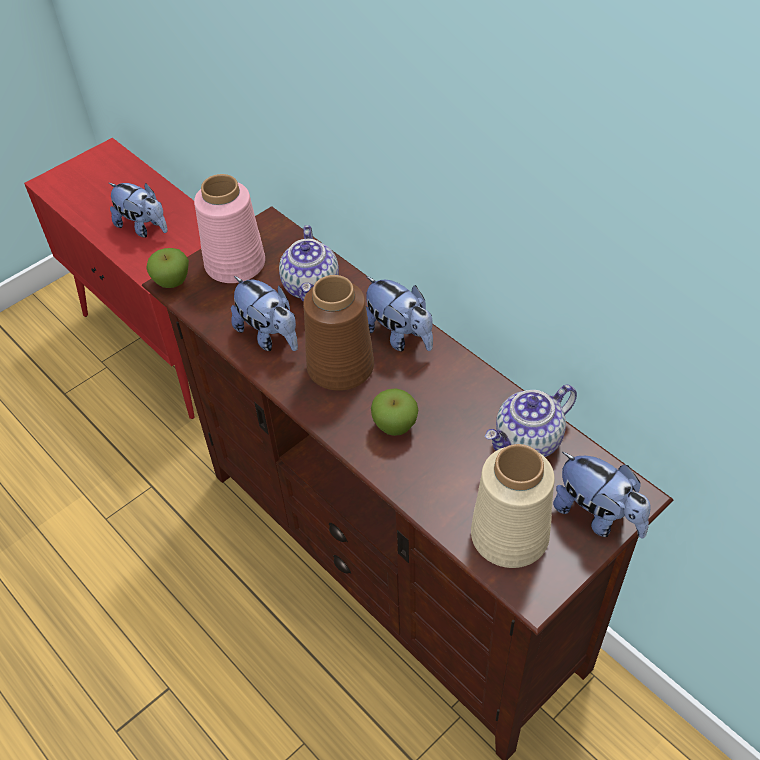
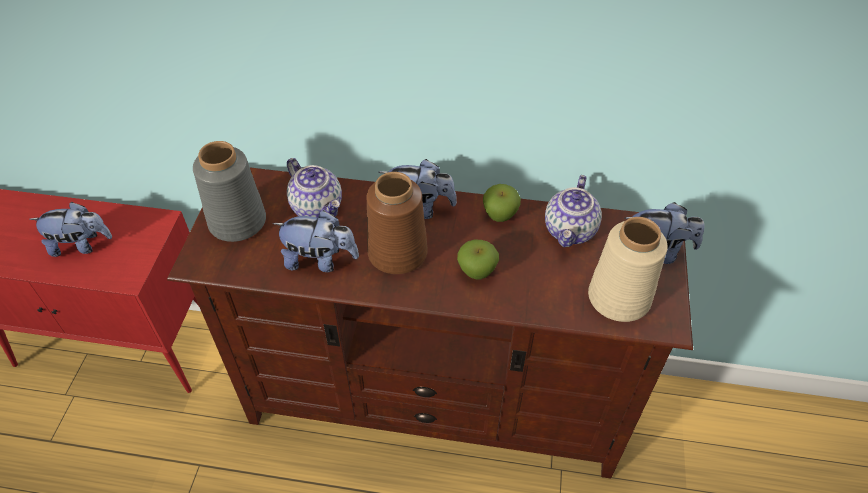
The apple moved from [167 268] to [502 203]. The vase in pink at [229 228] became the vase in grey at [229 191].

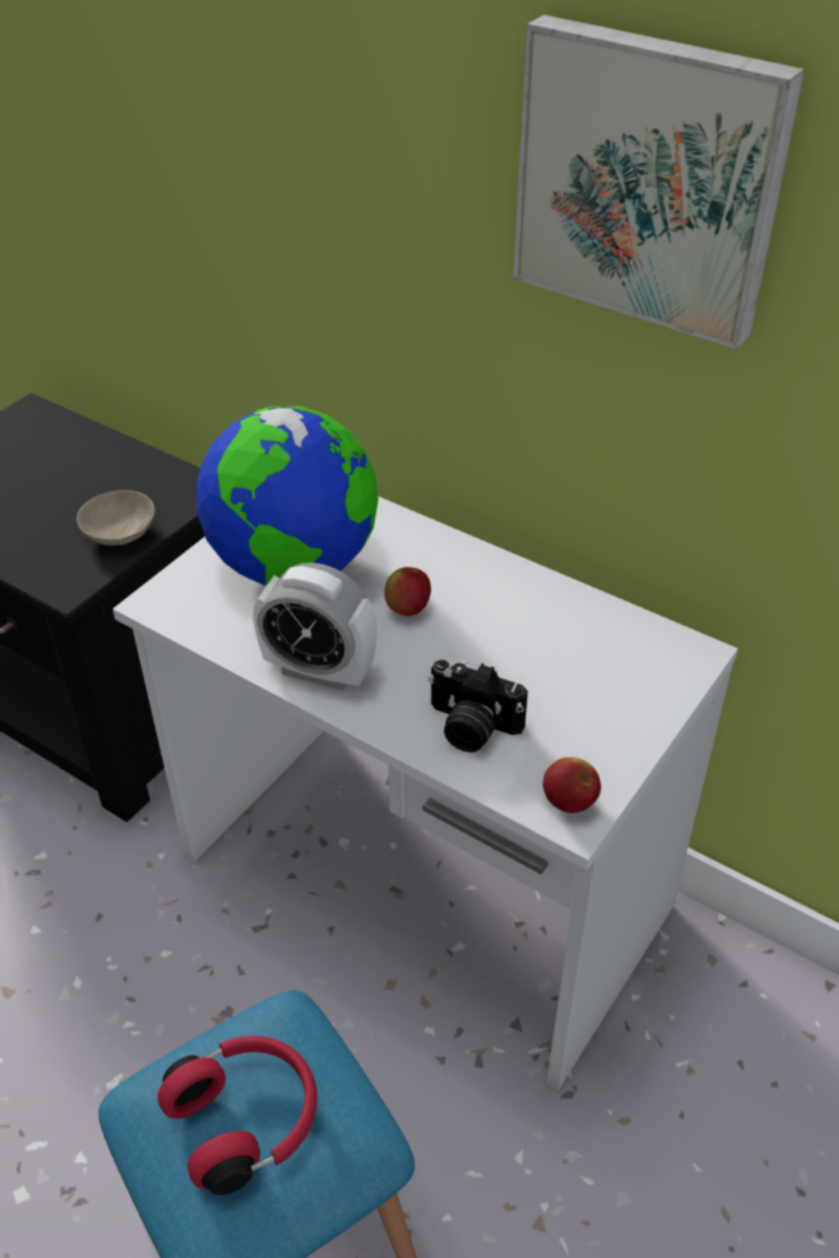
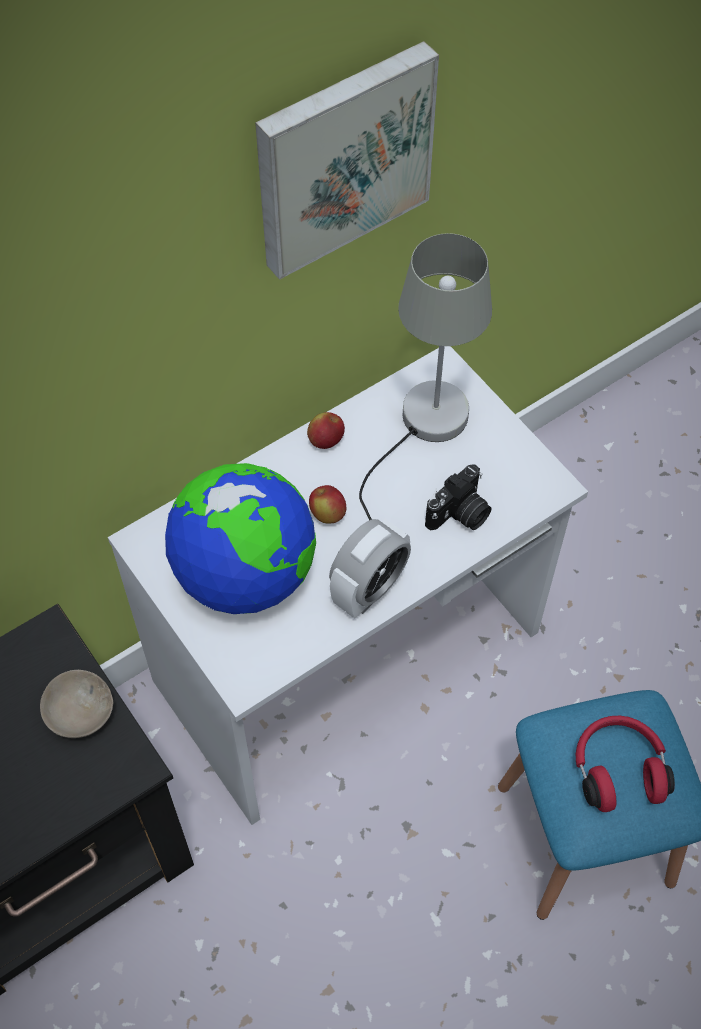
The table lamp in grey at [425 376] appeared. The apple moved from [572 785] to [326 430].

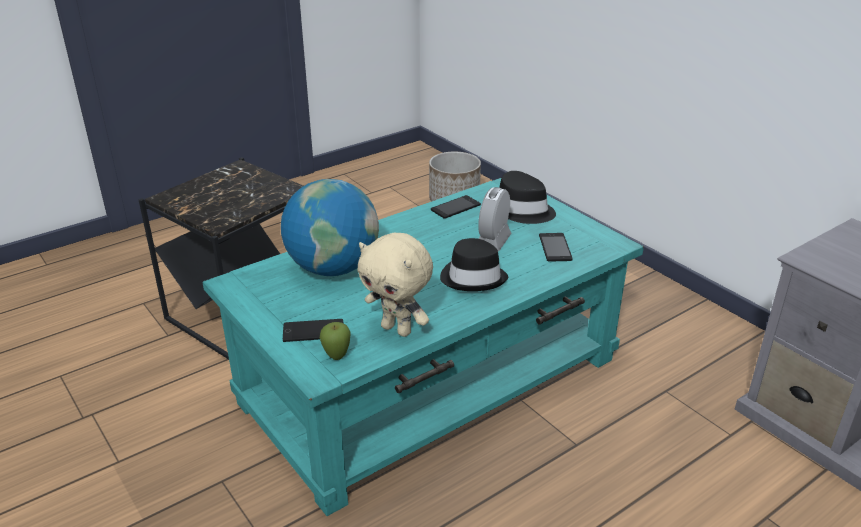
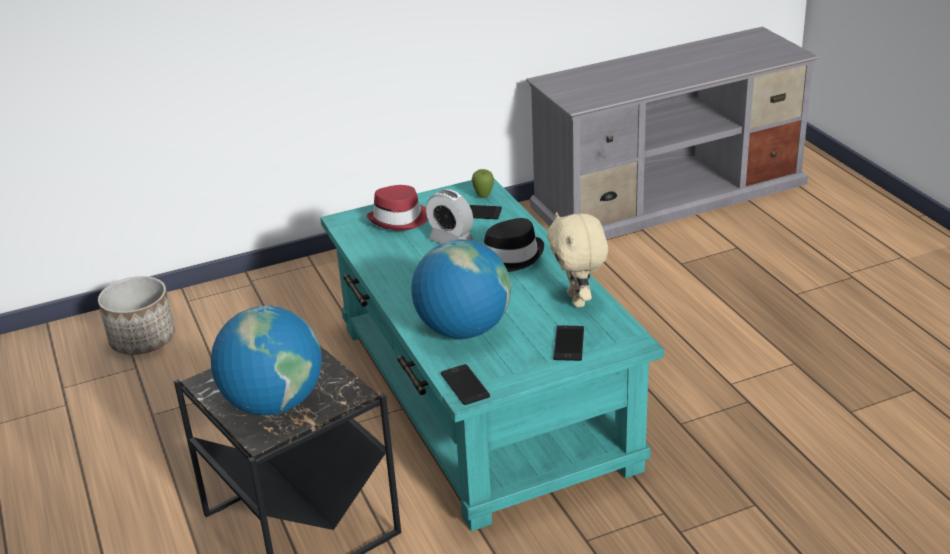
The globe at [266 360] appeared. The apple moved from [335 341] to [483 183]. The phone moved from [456 207] to [465 384]. The hat in black at [527 197] became the hat in red at [397 208]. The plush toy in beige at [395 285] turned 120 degrees clockwise.

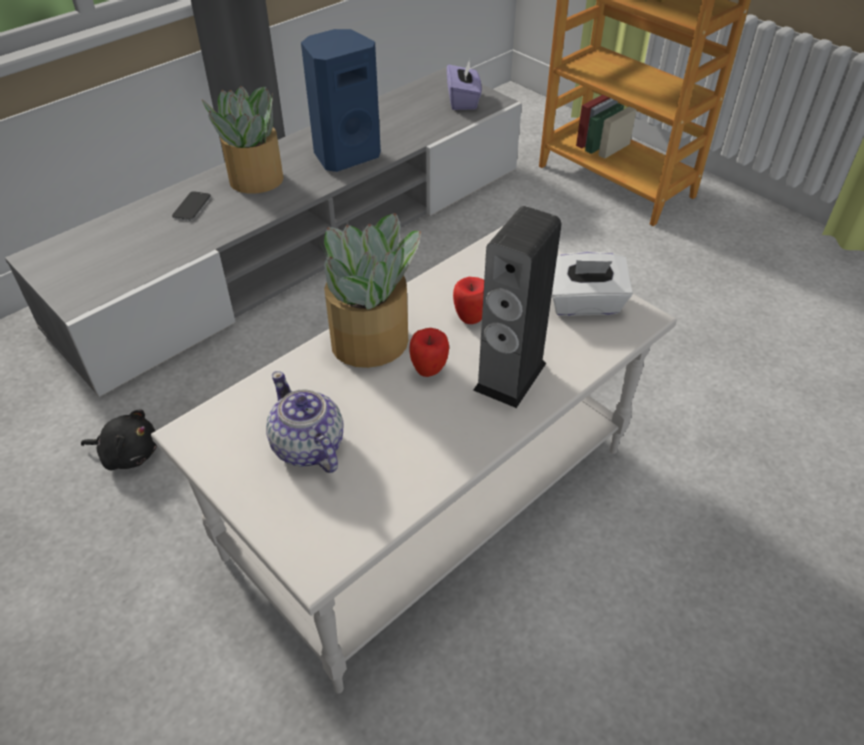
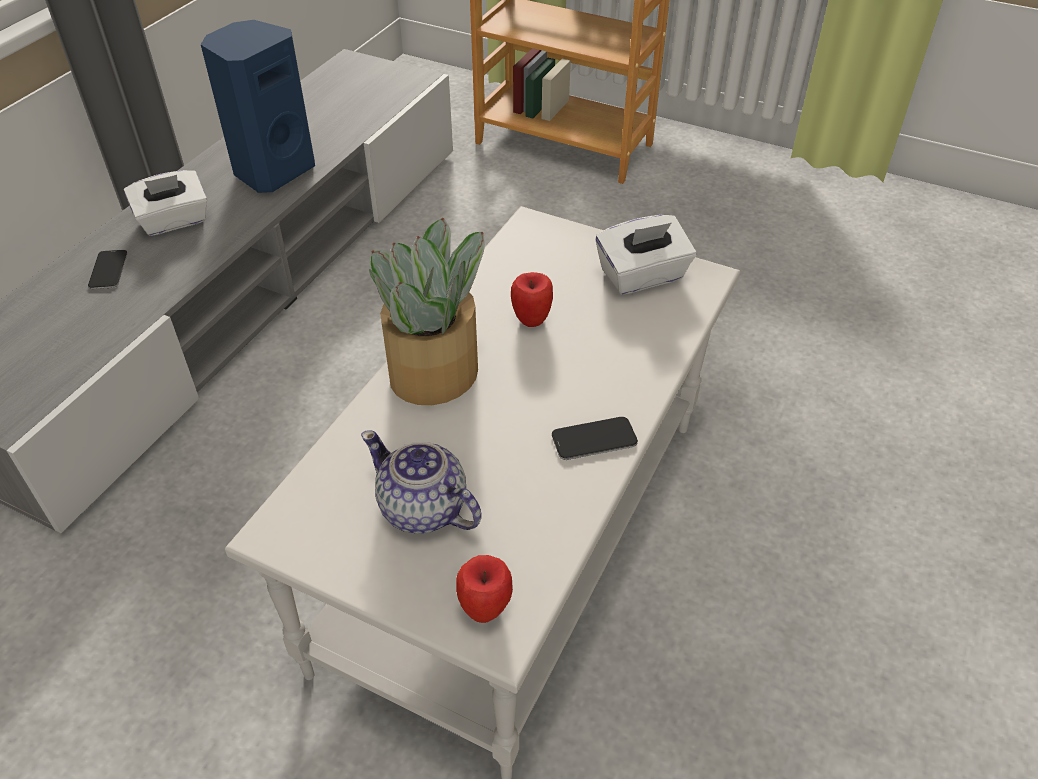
The plush toy in black at [119 440] disappeared. The tissue box in purple at [464 84] disappeared. The speaker at [517 307] disappeared. The phone at [595 438] appeared. The apple moved from [429 352] to [484 589]. The potted plant at [242 140] was replaced by the tissue box in white at [165 203].

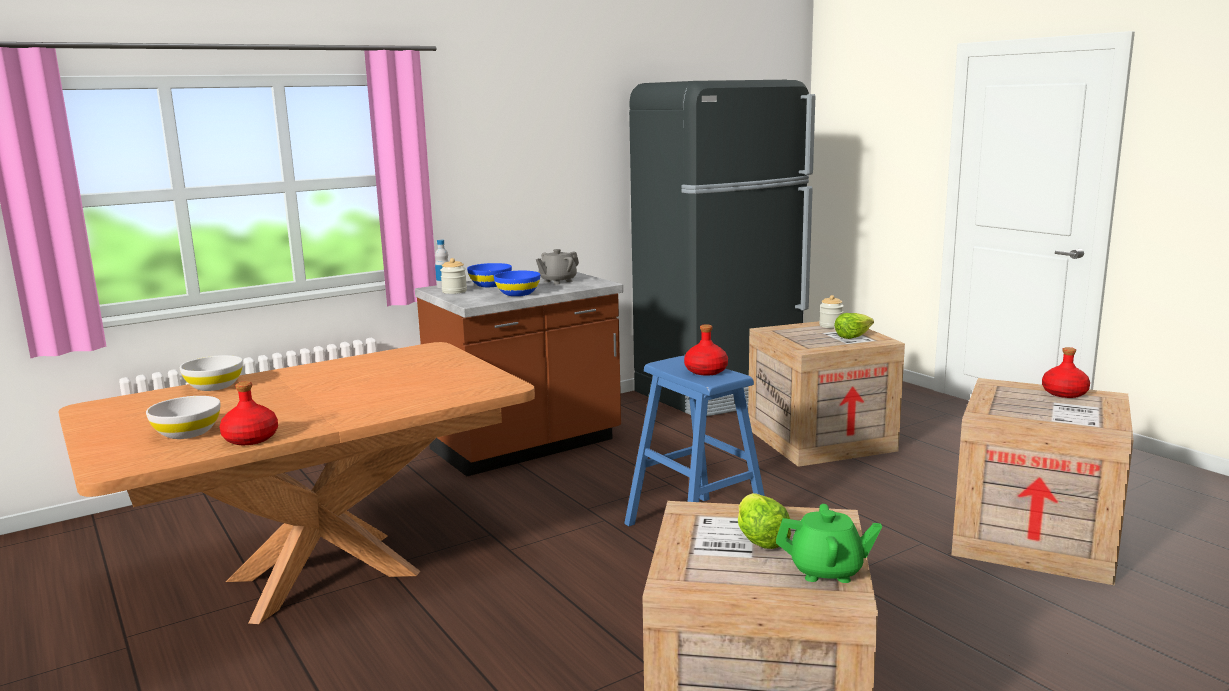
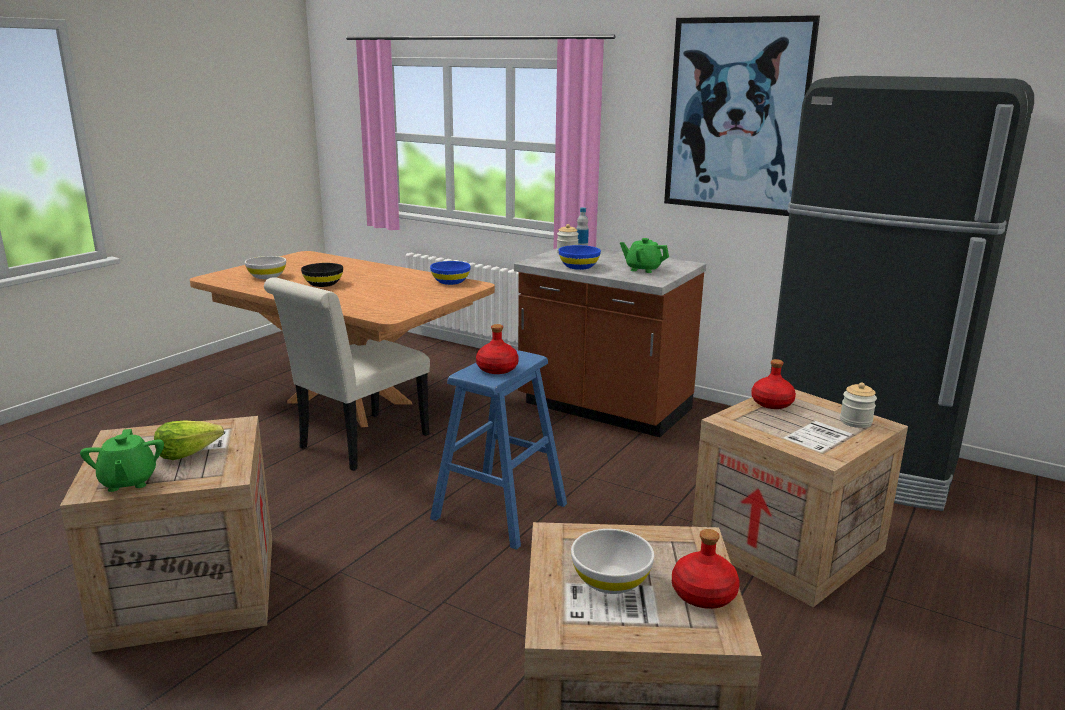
The lettuce at [854 326] disappeared. The chair in white at [347 374] appeared. The bowl in black at [322 275] appeared. The picture at [742 115] appeared. The bowl in white moved from [211 373] to [612 561]. The bottle in red moved from [249 413] to [773 384]. The bowl in blue moved from [489 275] to [450 273]. The teapot in grey at [557 266] became the teapot in green at [644 255].

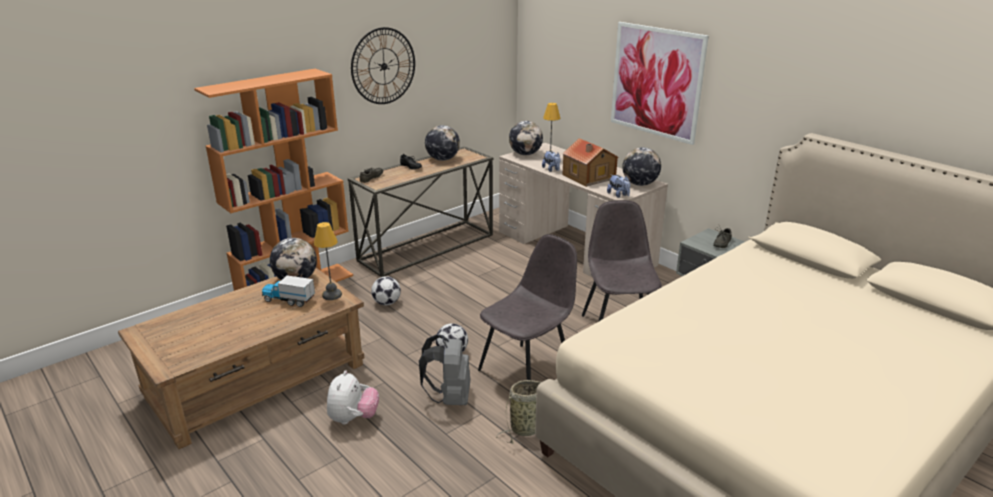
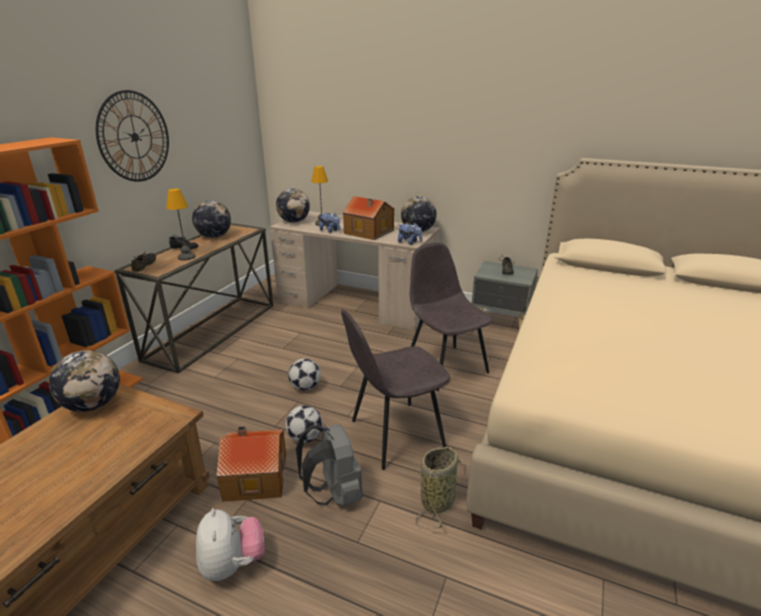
The toy truck at [288 291] disappeared. The picture at [660 83] disappeared. The toy house at [251 464] appeared. The table lamp moved from [328 261] to [181 224]. The football moved from [386 290] to [304 375]. The chair in grey at [527 307] turned 135 degrees counterclockwise.

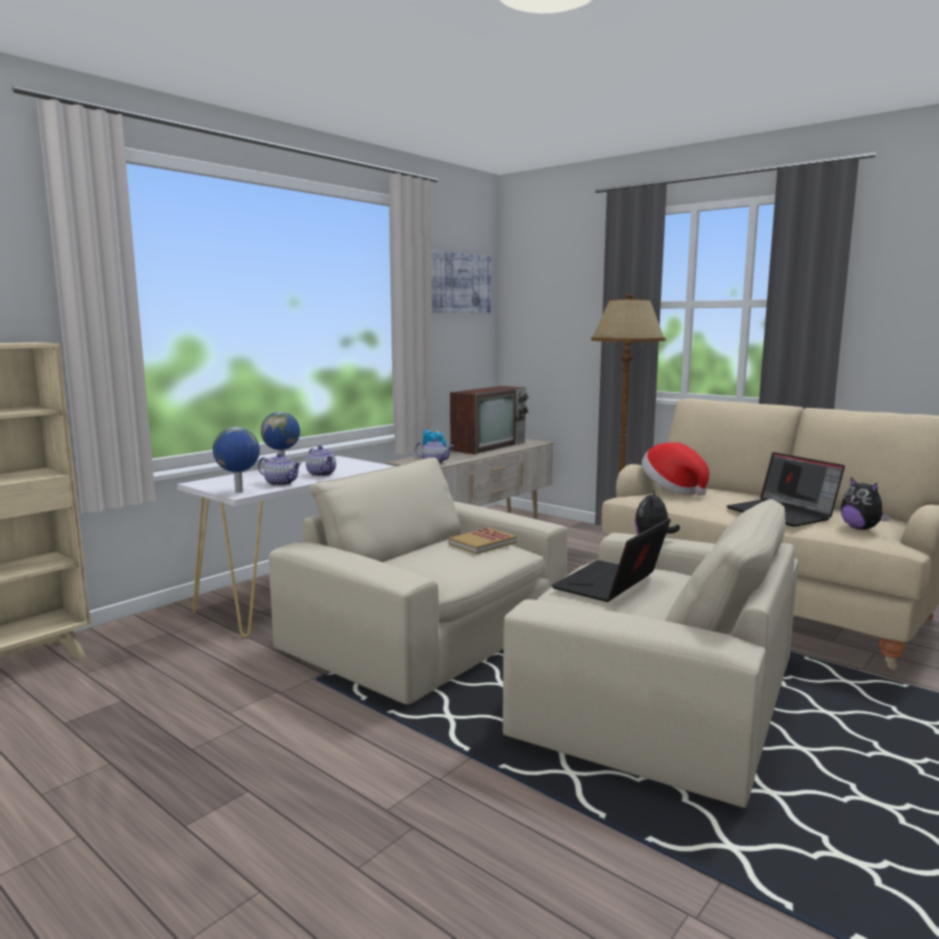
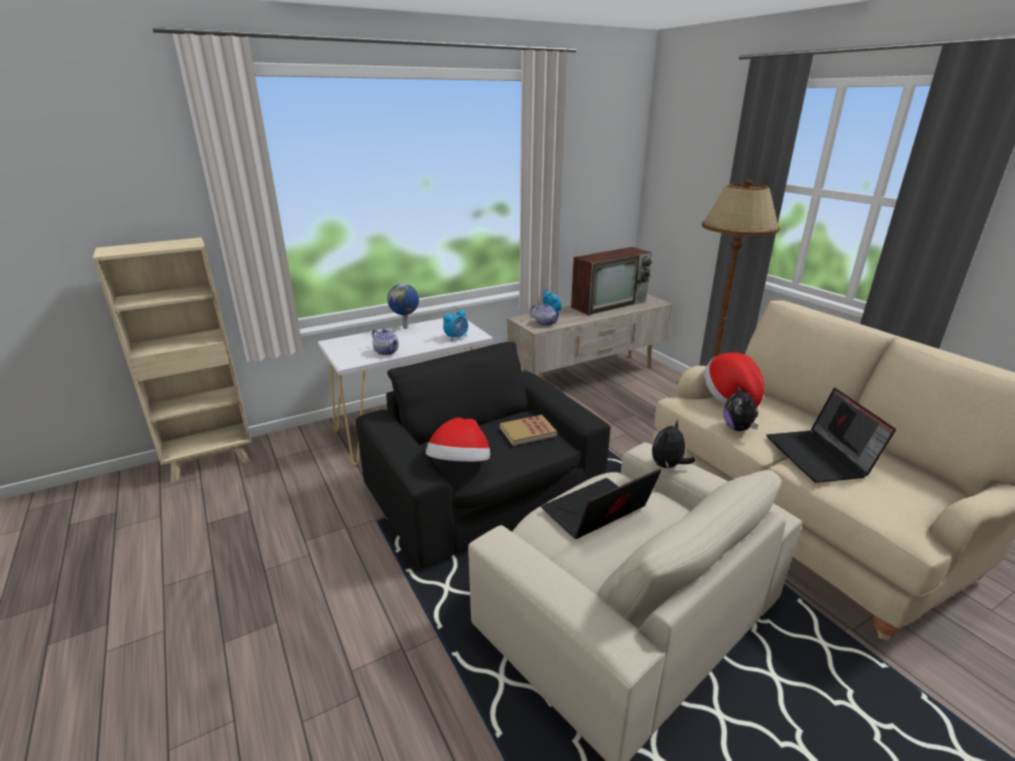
The globe at [236 460] disappeared. The teapot at [321 460] disappeared. The picture at [461 281] disappeared. The hat at [458 440] appeared. The alarm clock at [455 324] appeared. The plush toy moved from [866 503] to [741 408]. The armchair in beige at [418 581] became the armchair in black at [483 454].

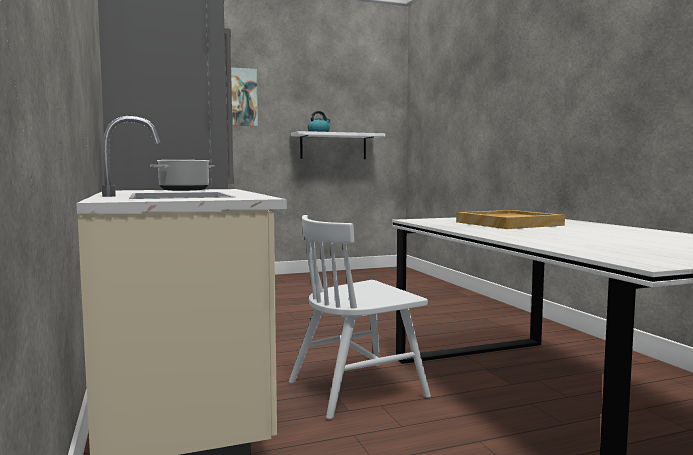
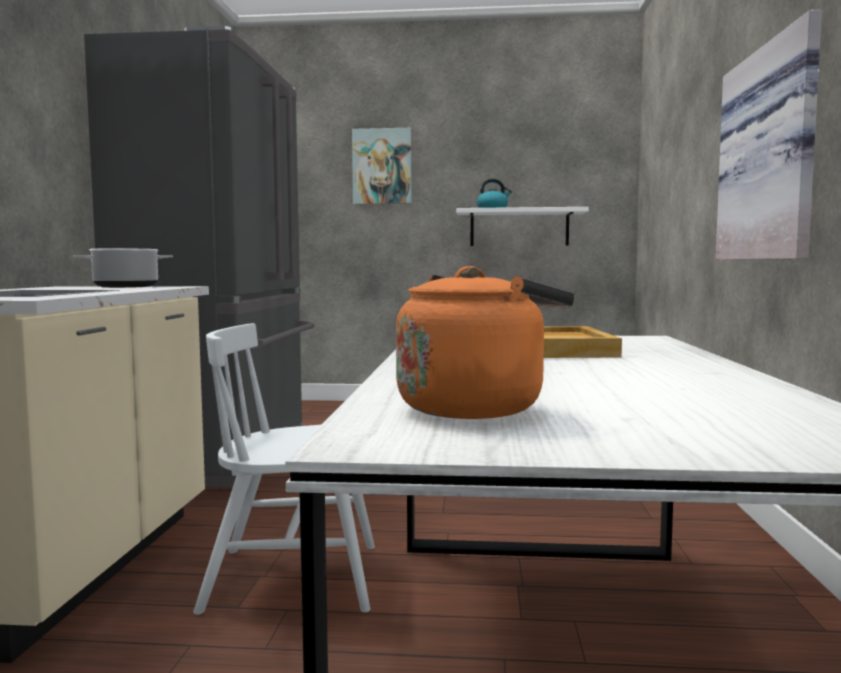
The kettle in orange at [485 342] appeared. The picture at [769 135] appeared.

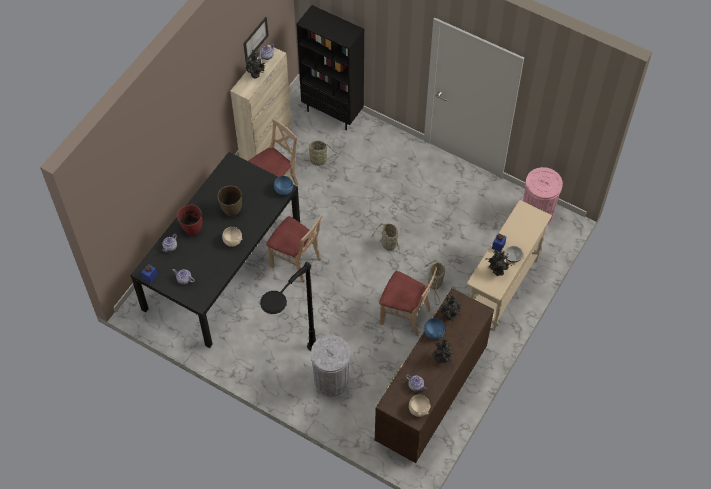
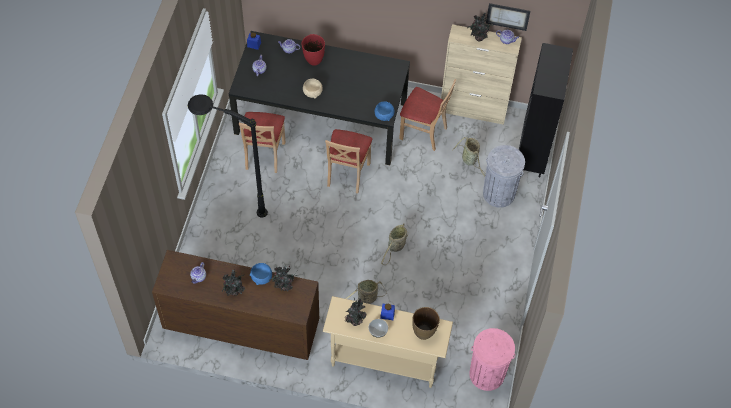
The bowl in beige at [420 405] disappeared. The vase in brown moved from [230 201] to [426 323]. The trash can in grey moved from [330 366] to [504 176]. The chair in beige moved from [408 301] to [262 142].

